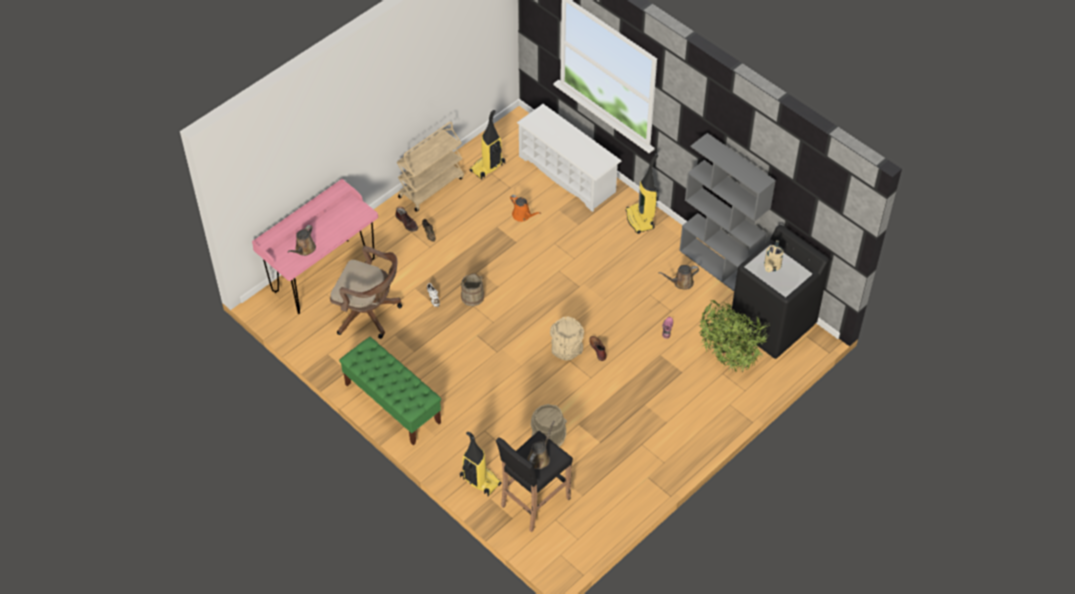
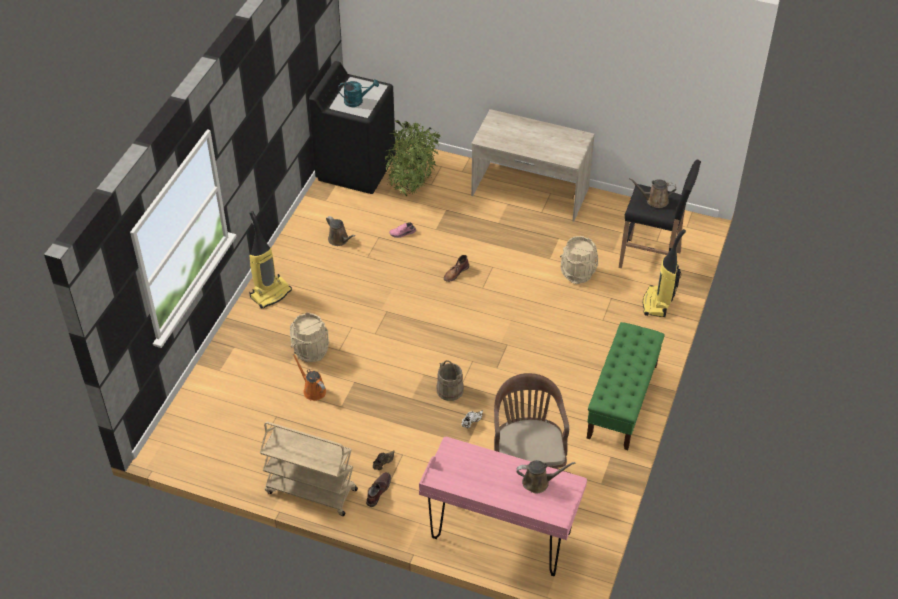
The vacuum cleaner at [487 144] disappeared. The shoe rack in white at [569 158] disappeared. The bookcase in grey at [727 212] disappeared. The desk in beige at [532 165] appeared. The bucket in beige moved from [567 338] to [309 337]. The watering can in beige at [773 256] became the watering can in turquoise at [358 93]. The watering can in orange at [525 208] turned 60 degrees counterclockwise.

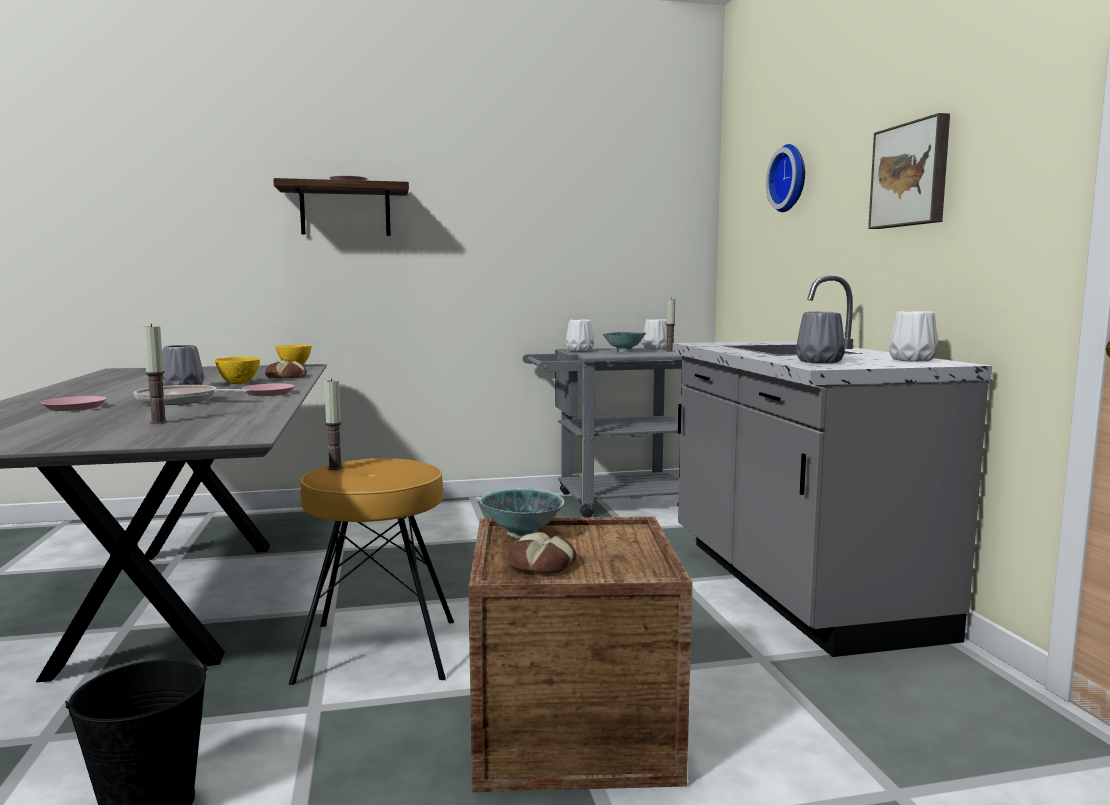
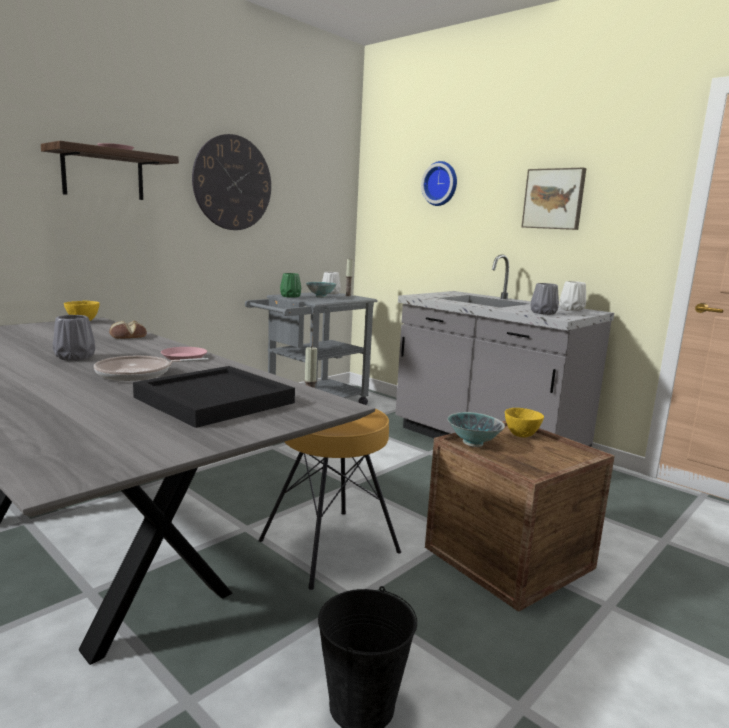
The plate in pink at [74 403] disappeared. The bread at [542 553] disappeared. The wall clock at [231 182] appeared. The bowl in yellow moved from [237 370] to [524 423]. The candle at [155 374] was replaced by the tray in black at [214 397]. The vase in white at [580 335] became the vase in green at [290 285].

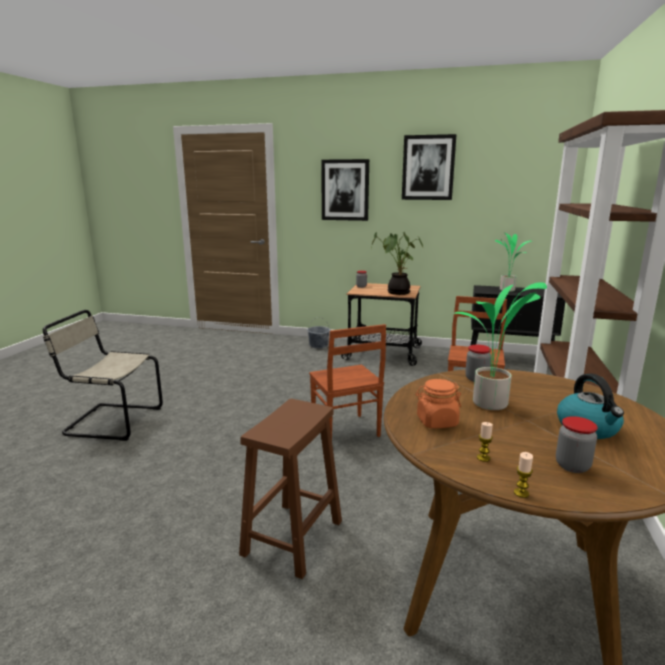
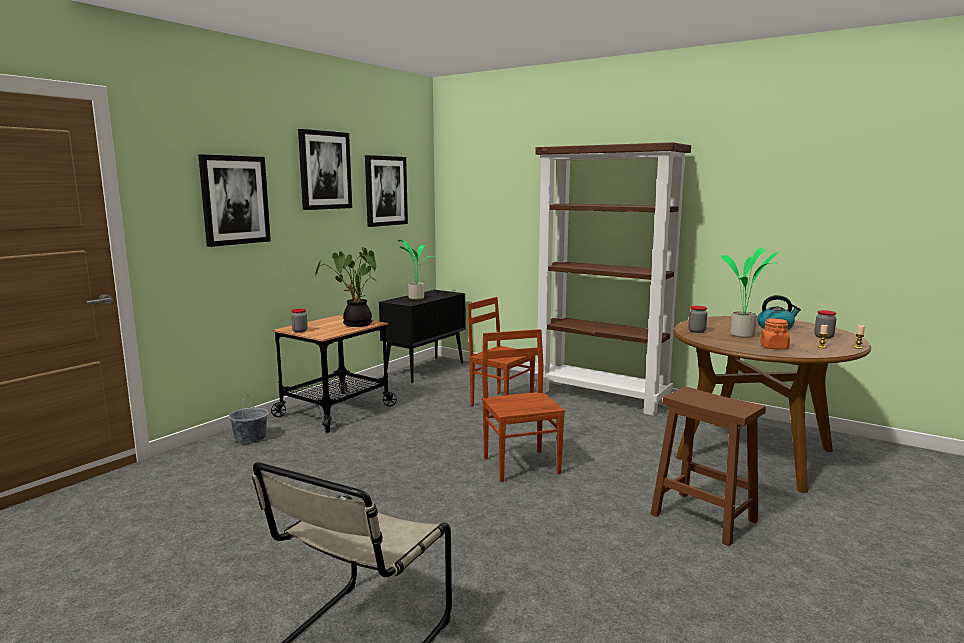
The picture at [386 191] appeared. The chair in brown at [347 381] turned 105 degrees counterclockwise.

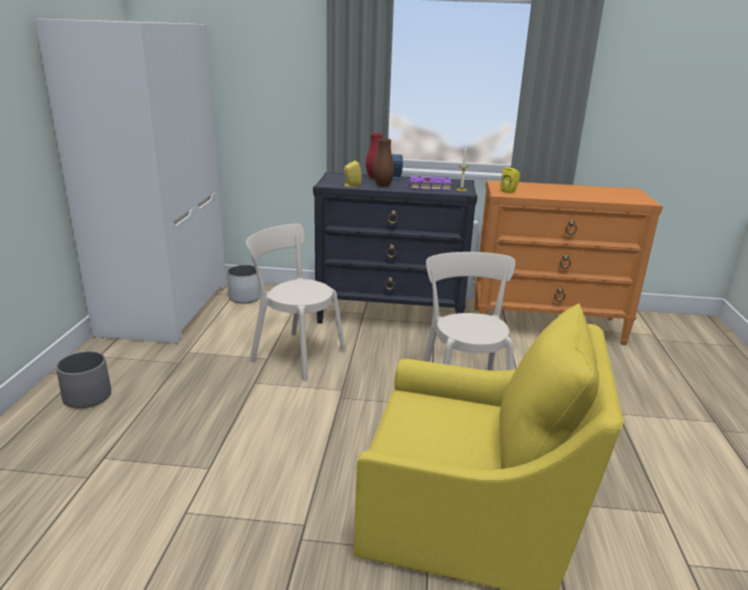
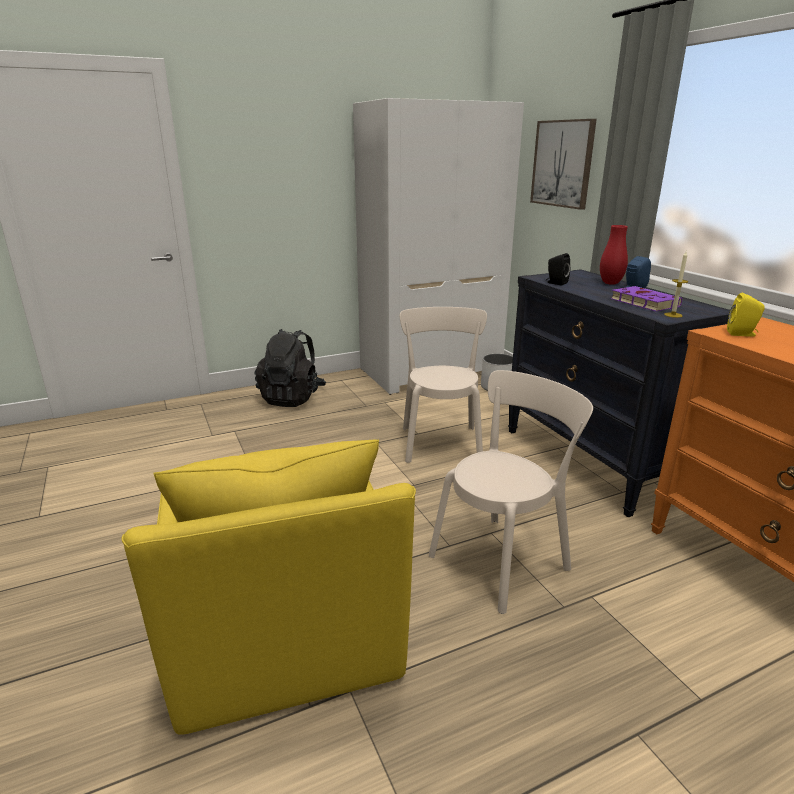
The vase in brown at [383 162] disappeared. The picture at [563 164] appeared. The planter in grey at [83 379] was replaced by the backpack in black at [290 368]. The speaker in yellow at [353 174] became the speaker in black at [558 269].

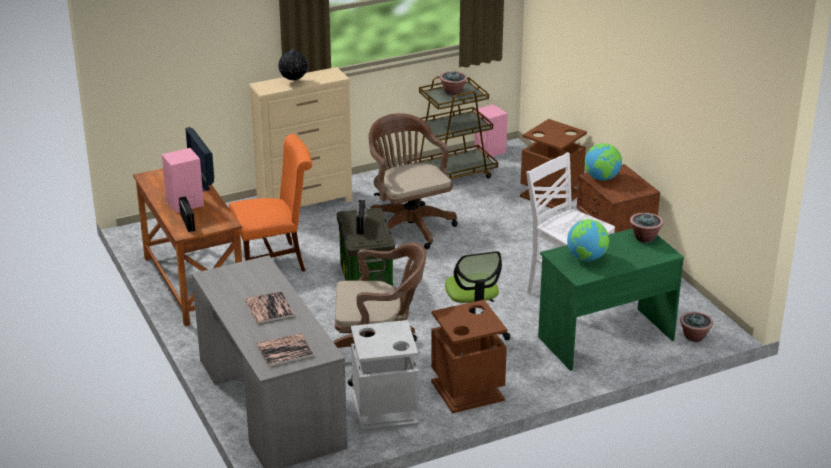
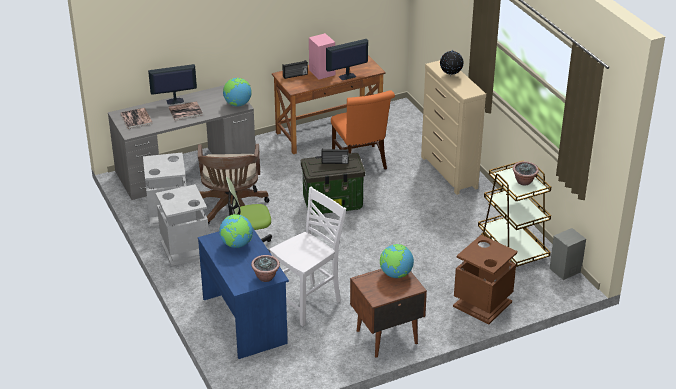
The office chair in brown at [413 181] disappeared. The potted plant at [696 327] disappeared. The monitor at [172 84] appeared. The globe at [237 92] appeared. The trash can in brown at [469 356] became the trash can in grey at [182 225]. The speaker in pink at [491 131] became the speaker in grey at [568 254]. The desk in green at [611 299] became the desk in blue at [243 293].

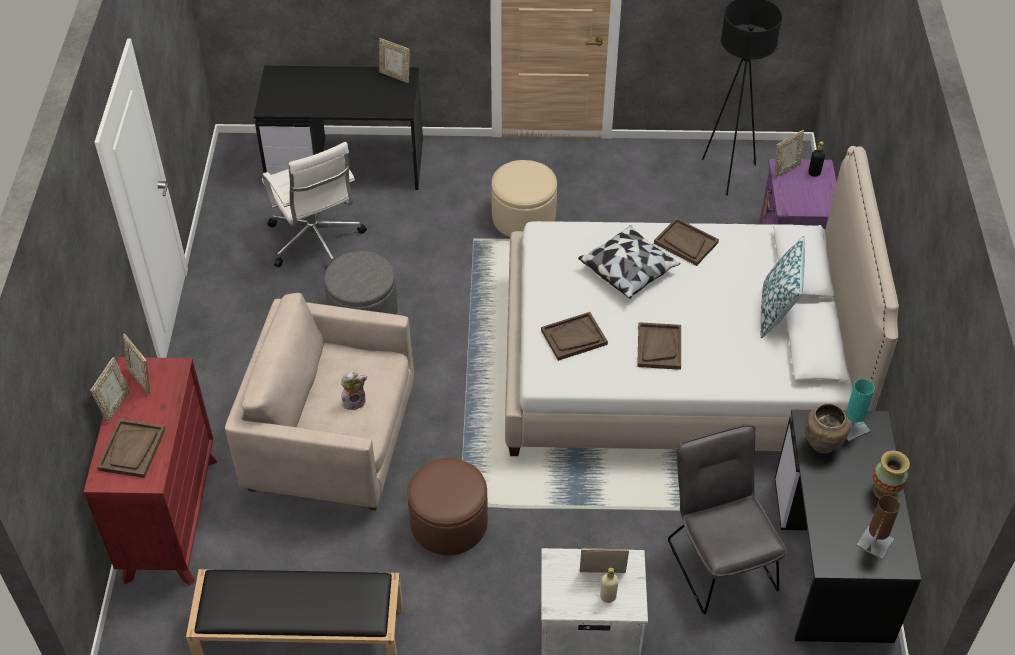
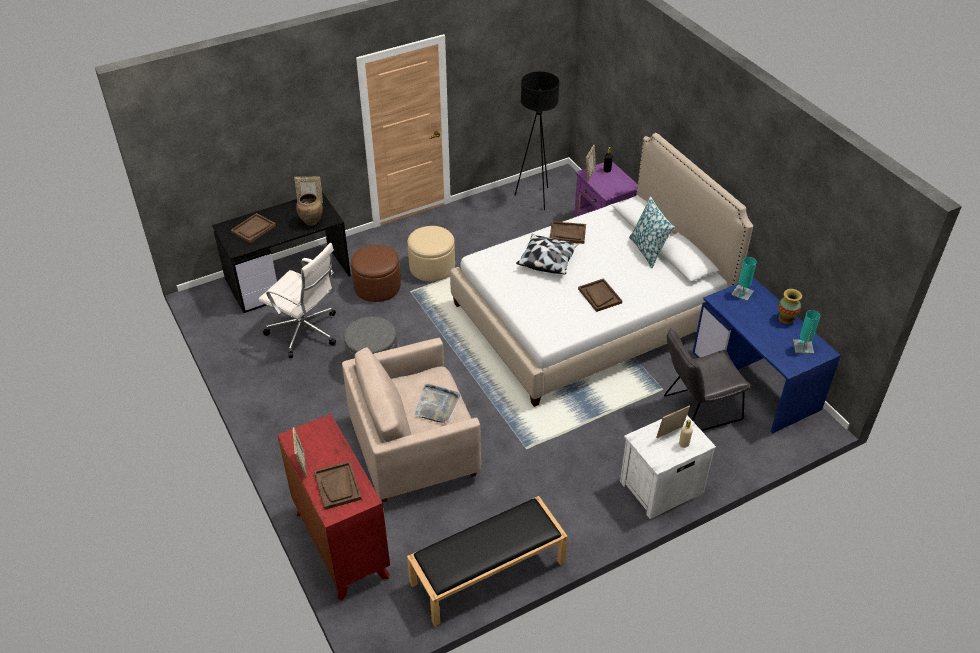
The picture frame at [136 364] disappeared. The ottoman in brown moved from [447 506] to [376 273]. The tray in brown moved from [574 336] to [253 228]. The vase in brown moved from [827 428] to [309 209]. The plush toy at [354 391] was replaced by the tray in grey at [437 403]. The desk in black at [848 526] became the desk in blue at [767 355]. The table lamp in brown at [878 527] became the table lamp in turquoise at [806 332]. The chair in grey at [727 519] turned 60 degrees counterclockwise.

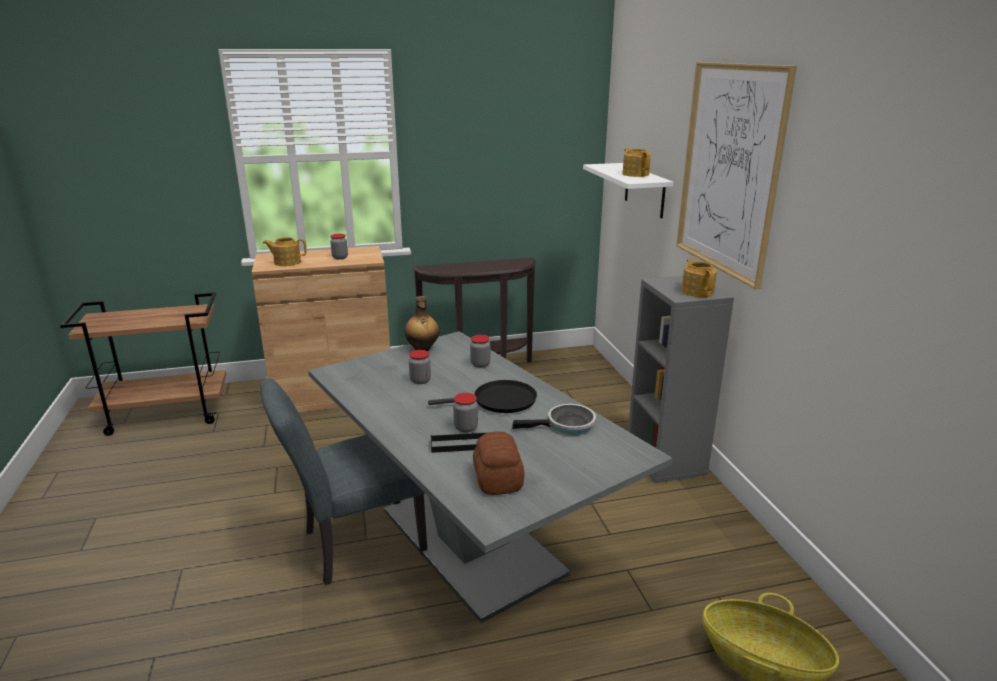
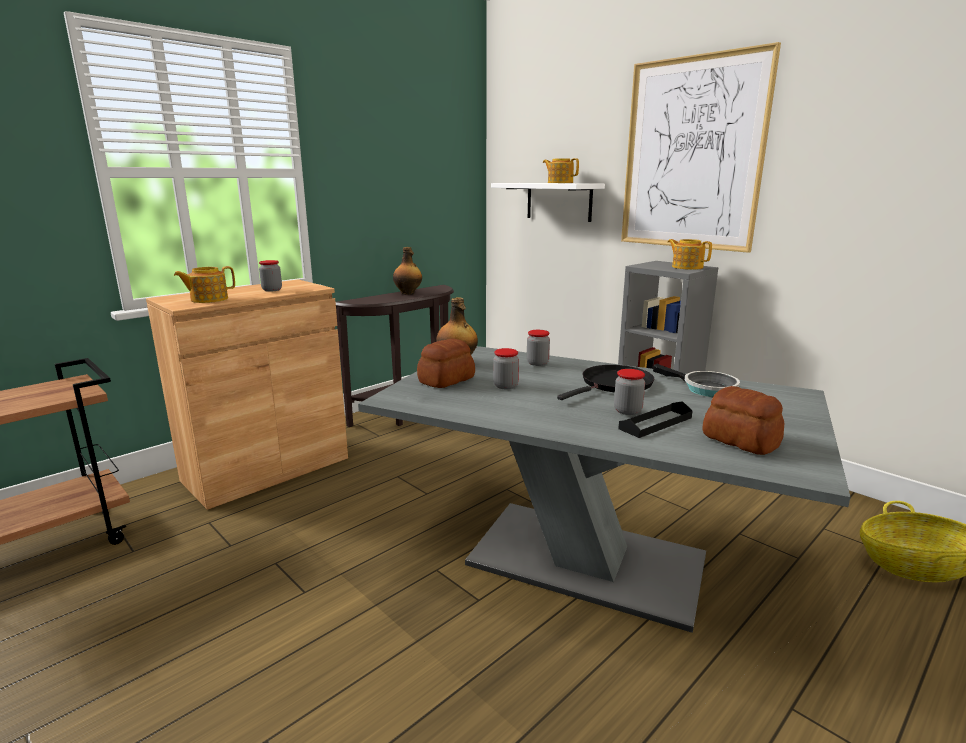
The chair in grey at [343 481] disappeared. The bottle at [407 271] appeared. The bread at [446 363] appeared. The frying pan at [554 419] turned 90 degrees clockwise.

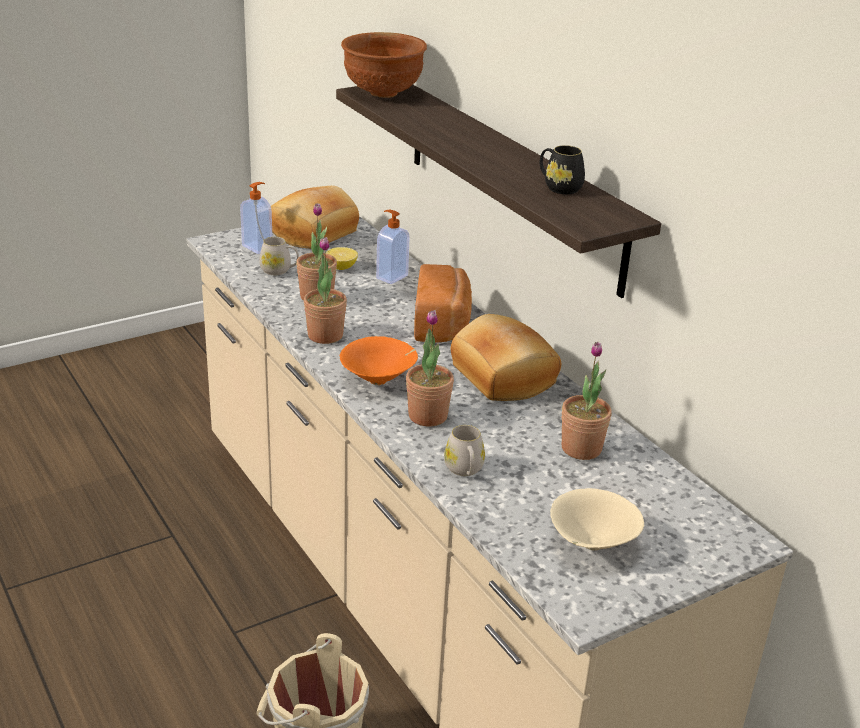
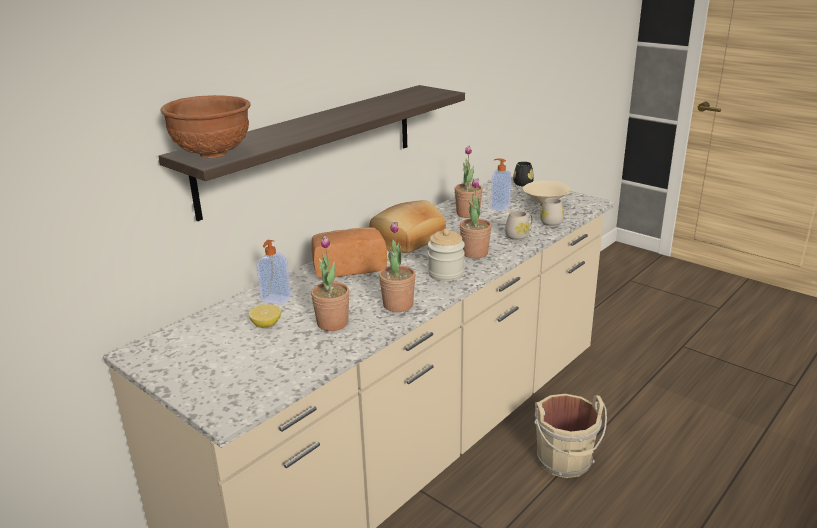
The bread at [315 217] disappeared. The soap dispenser moved from [256 218] to [501 185]. The mug in white moved from [279 256] to [552 212]. The mug in black moved from [562 169] to [523 173]. The bowl in orange at [379 360] was replaced by the jar at [446 255].

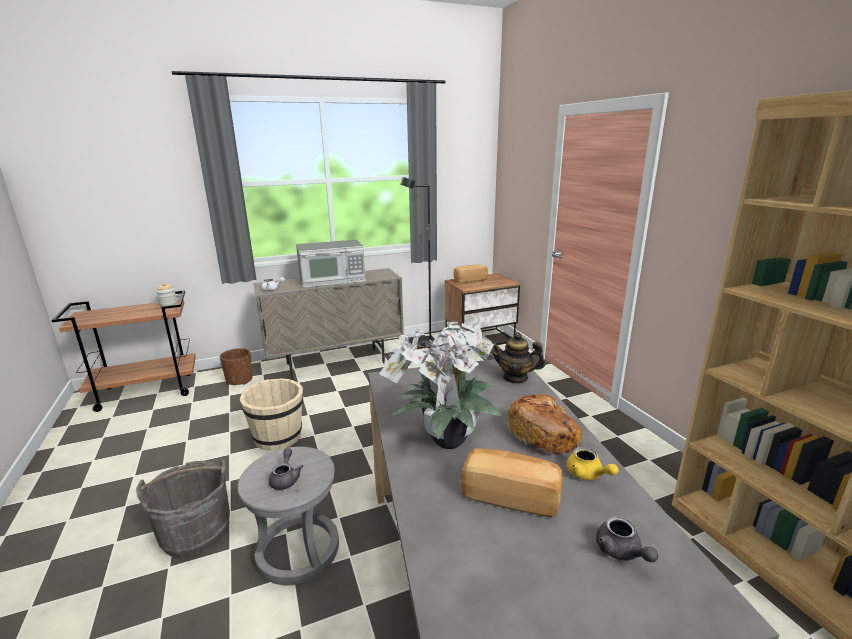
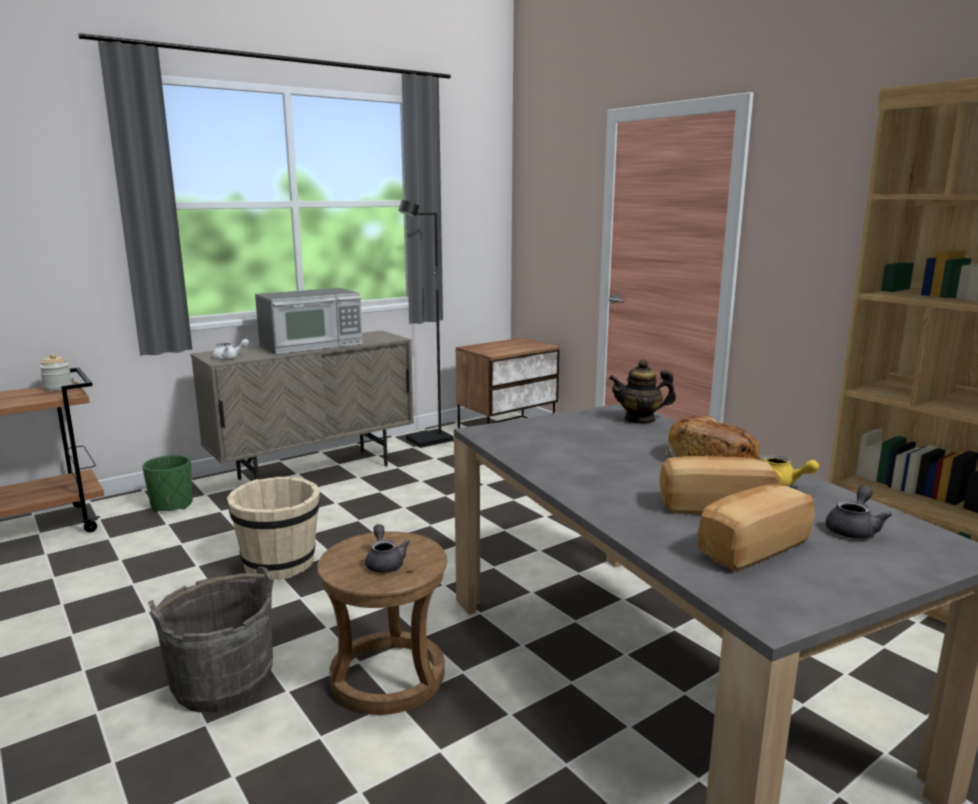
The potted plant at [441 385] disappeared. The bread moved from [470 274] to [756 528]. The planter in brown at [236 366] became the planter in green at [167 483]. The stool in grey at [288 516] became the stool in brown at [382 623]. The teapot in grey at [627 539] turned 105 degrees counterclockwise.

